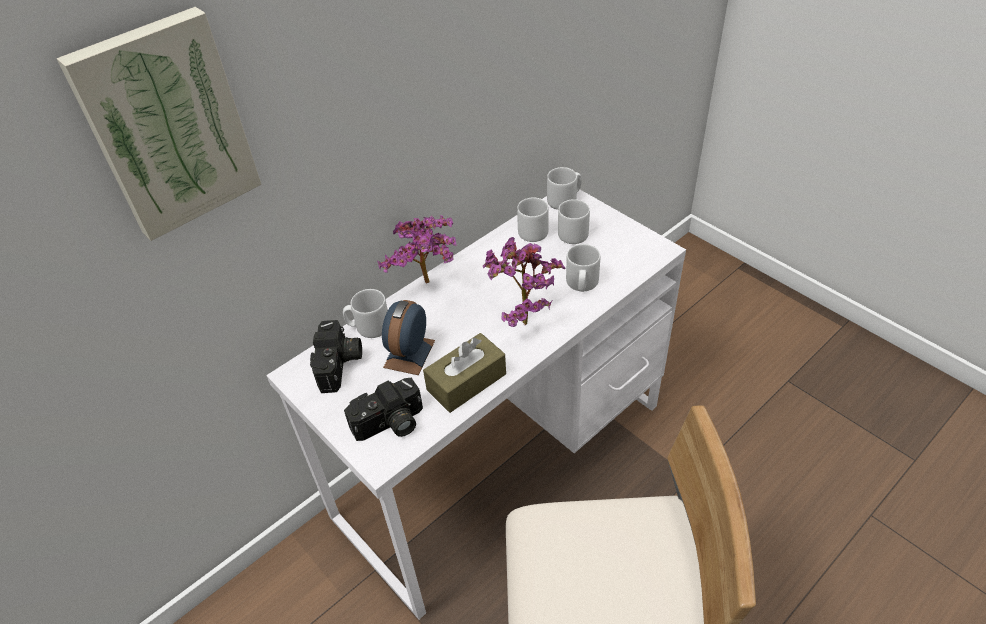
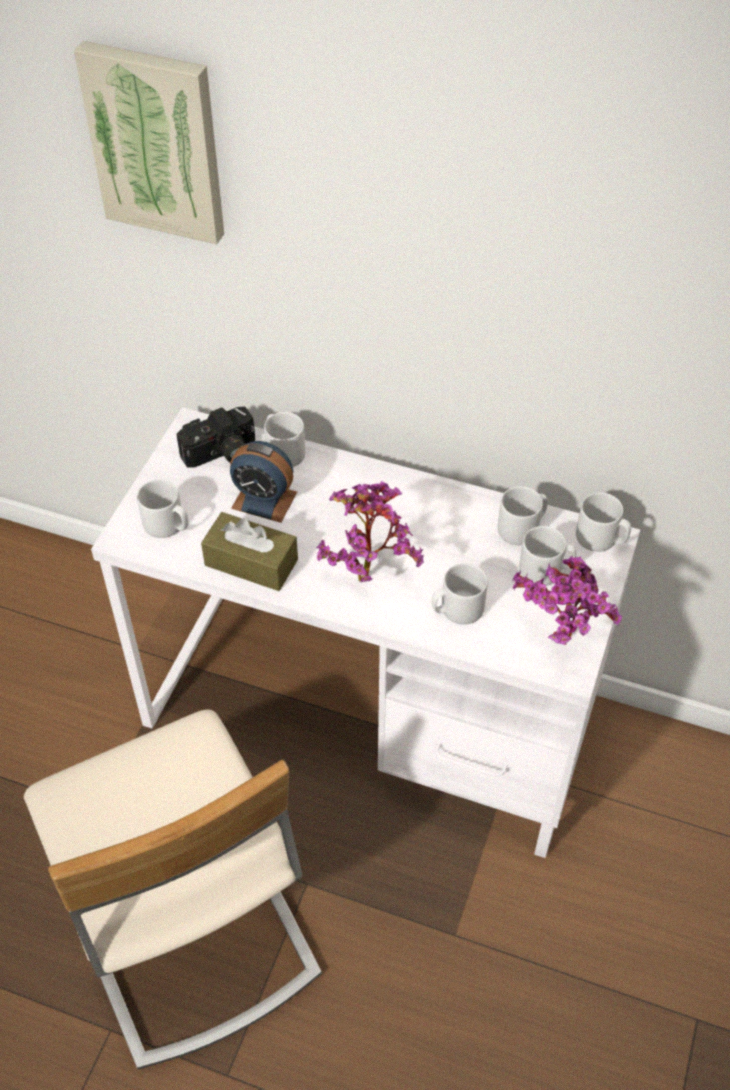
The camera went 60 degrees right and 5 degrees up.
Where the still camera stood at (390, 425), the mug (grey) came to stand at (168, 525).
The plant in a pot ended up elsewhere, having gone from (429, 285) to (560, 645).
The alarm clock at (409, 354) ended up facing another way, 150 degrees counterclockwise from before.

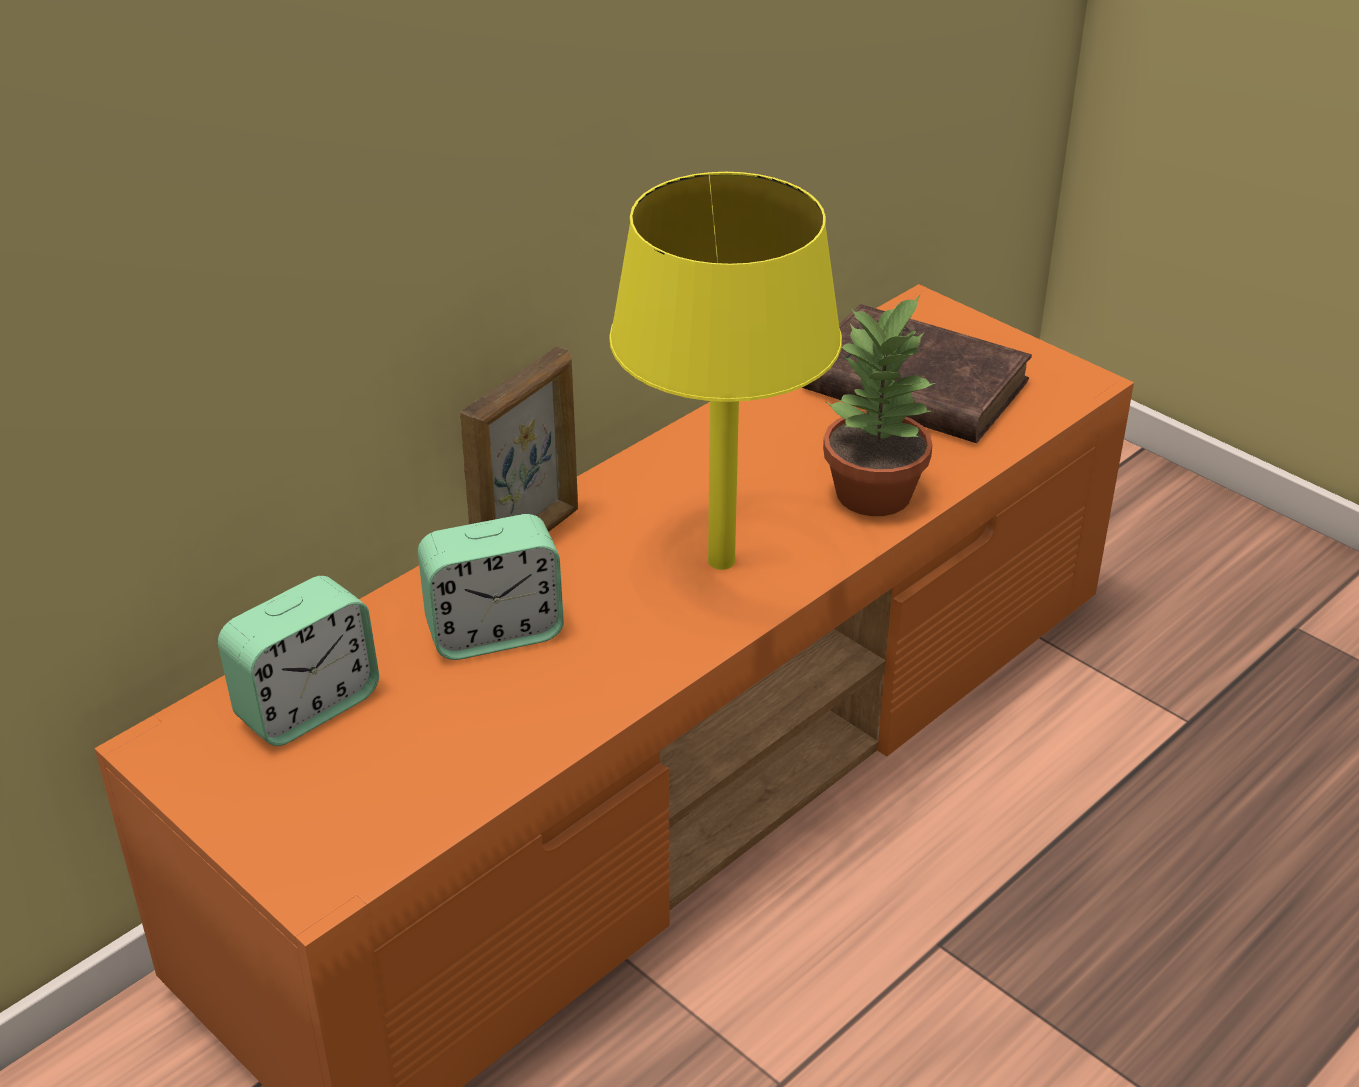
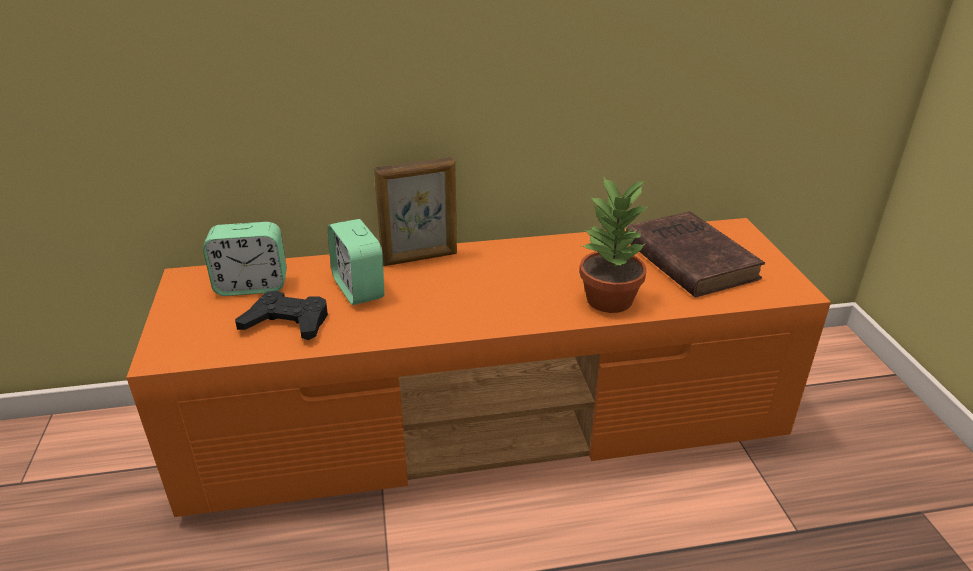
The camera went 35 degrees right and 5 degrees down.
The alarm clock at (494, 632) ended up facing another way, 45 degrees clockwise from before.
The second view lost the lamp for a table (yellowish) at (721, 562).
The second view gained the game controller (black-coloured) at (287, 322).

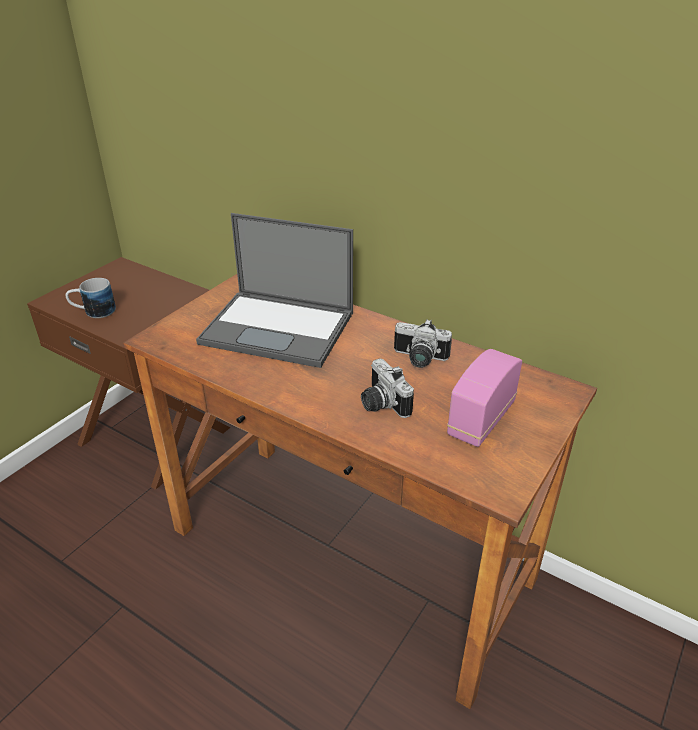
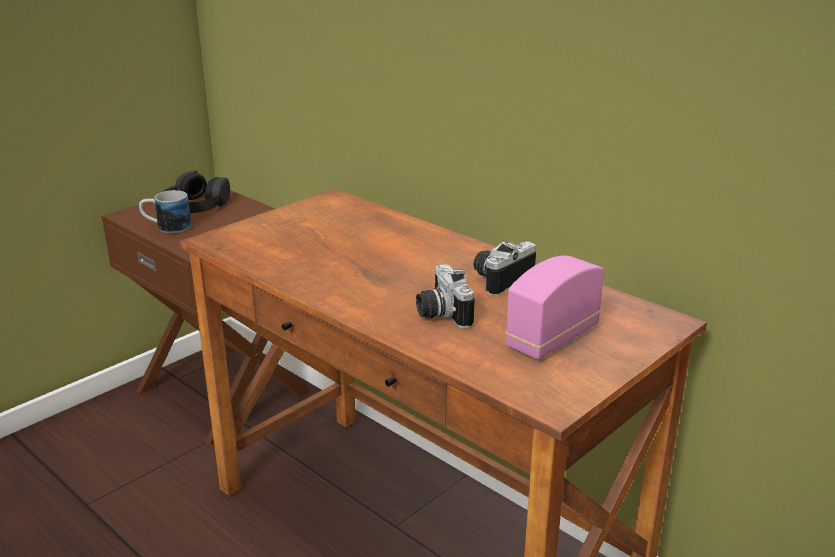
The camera went 10 degrees right and 10 degrees down.
The second view lost the notebook computer at (280, 328).
The still camera at (418, 359) ended up facing another way, 105 degrees clockwise from before.
The second view gained the headset (black-coloured) at (196, 205).

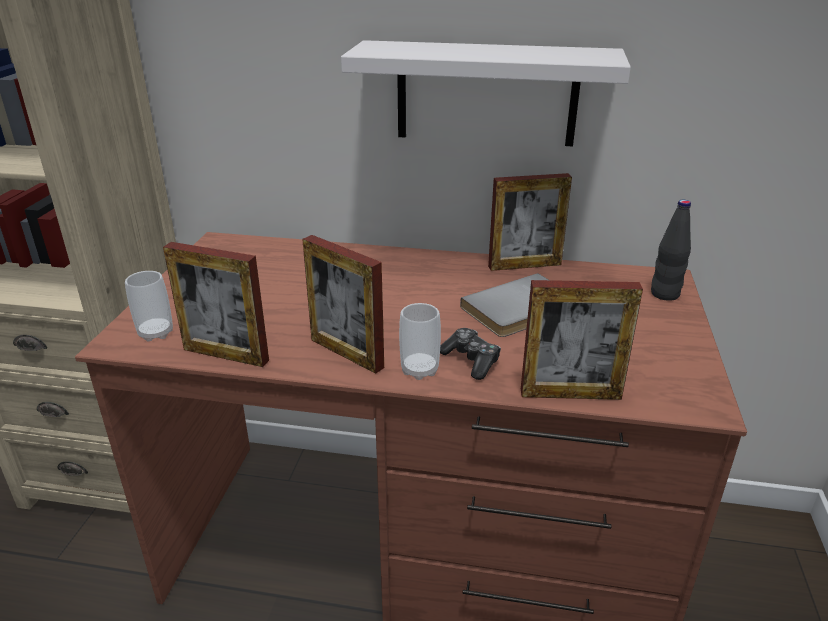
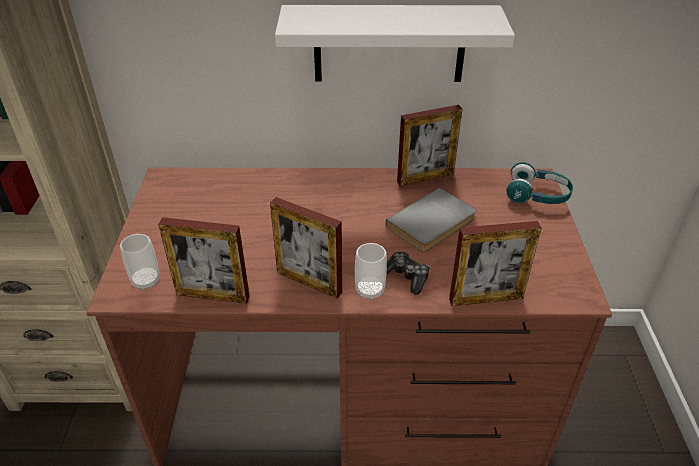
The camera went 10 degrees left and 10 degrees up.
Where the beverage bottle (black-coloured) stood at (664, 294), the headset (blue-green) came to stand at (537, 195).

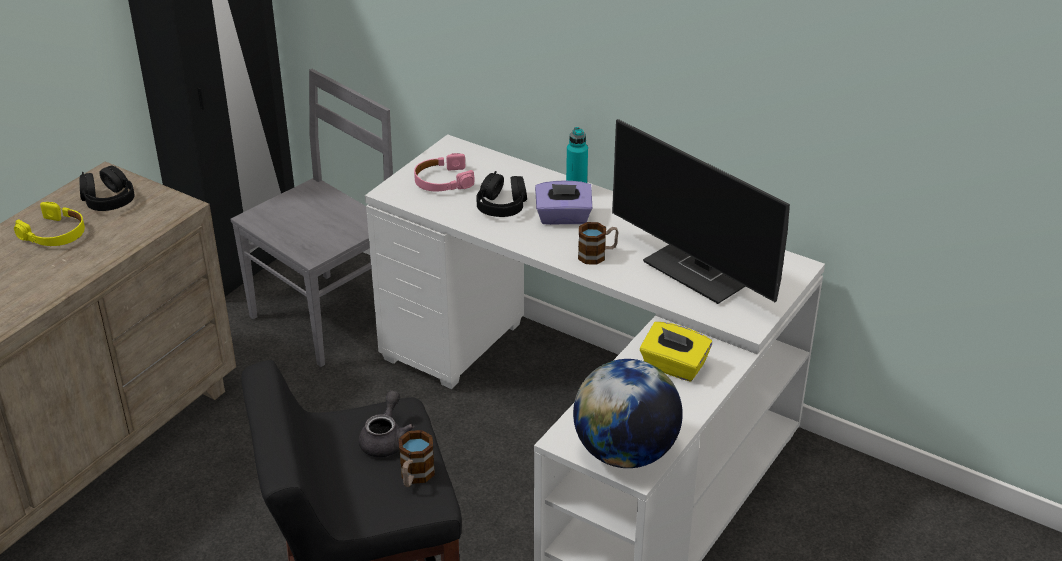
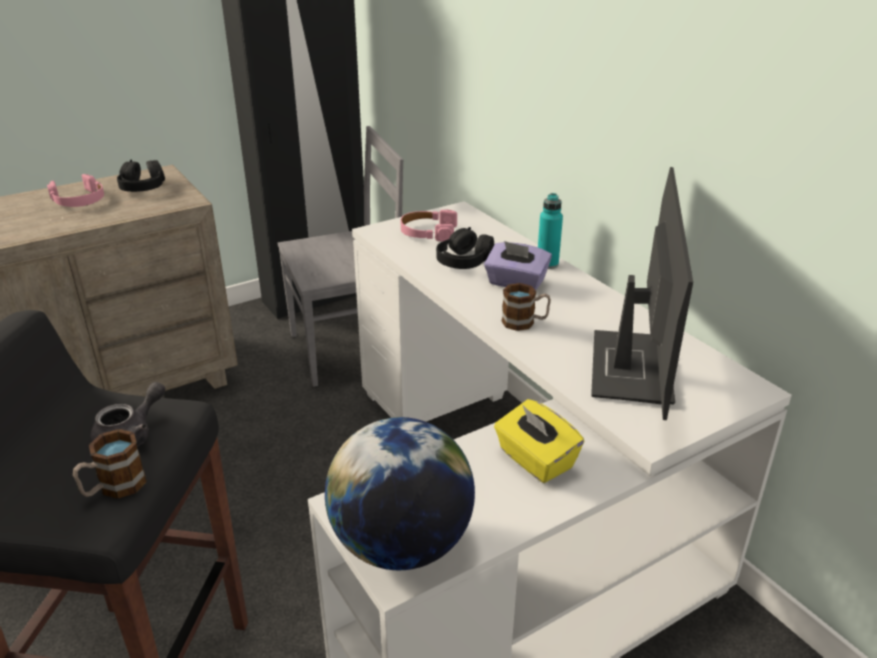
The camera went 25 degrees right and 5 degrees down.
What was the headset (yellowish) at (55, 234) turned into the headset (pink) at (79, 200).
The computer screen at (702, 272) ended up facing another way, 150 degrees counterclockwise from before.

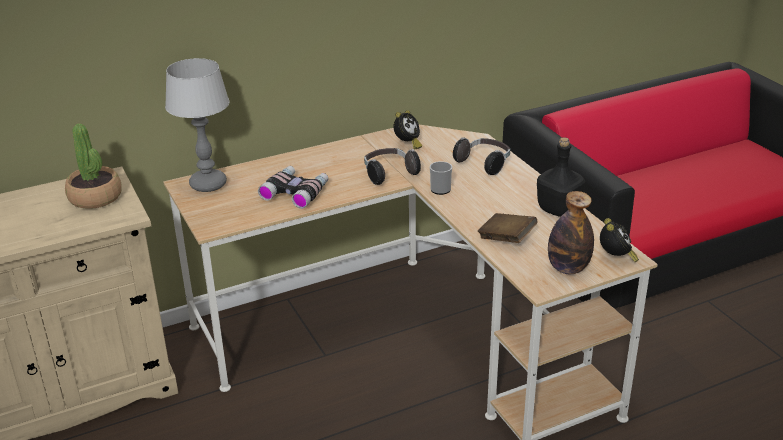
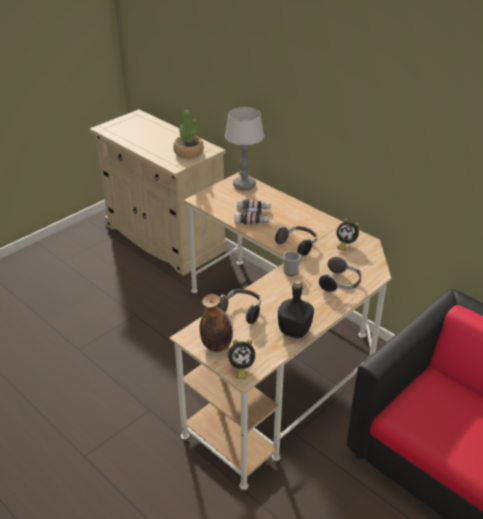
The camera went 70 degrees right and 5 degrees up.
Where the book (brown-coloured) stood at (506, 239), the headset came to stand at (241, 311).

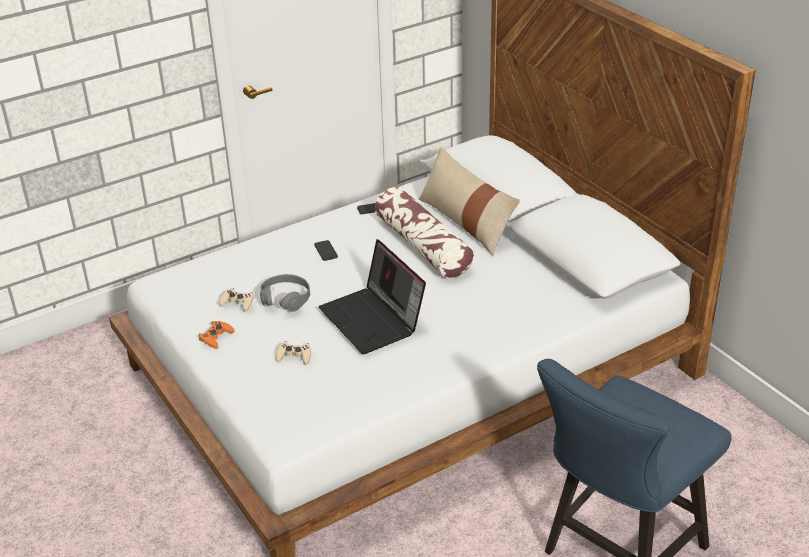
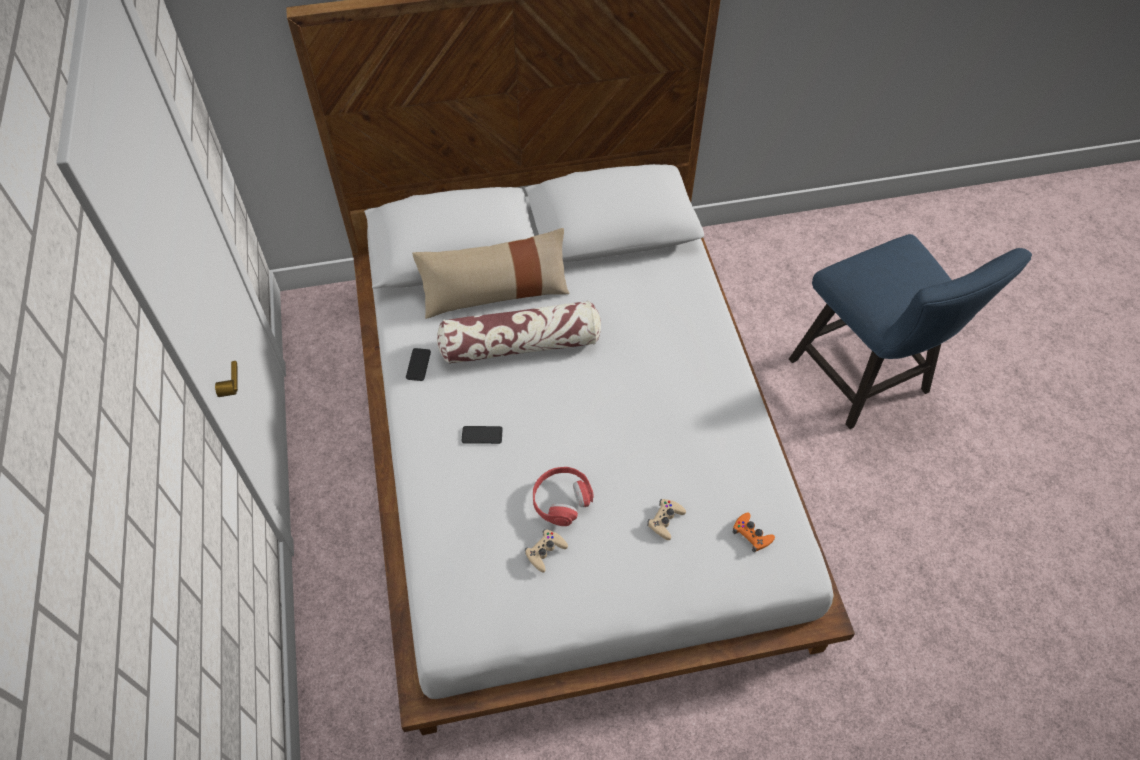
The camera went 70 degrees left and 20 degrees up.
The game controller (orange) ended up elsewhere, having gone from (216, 337) to (751, 534).
What was the headset (grey) at (286, 298) turned into the headset (red) at (561, 499).
The second view lost the notebook computer at (373, 320).

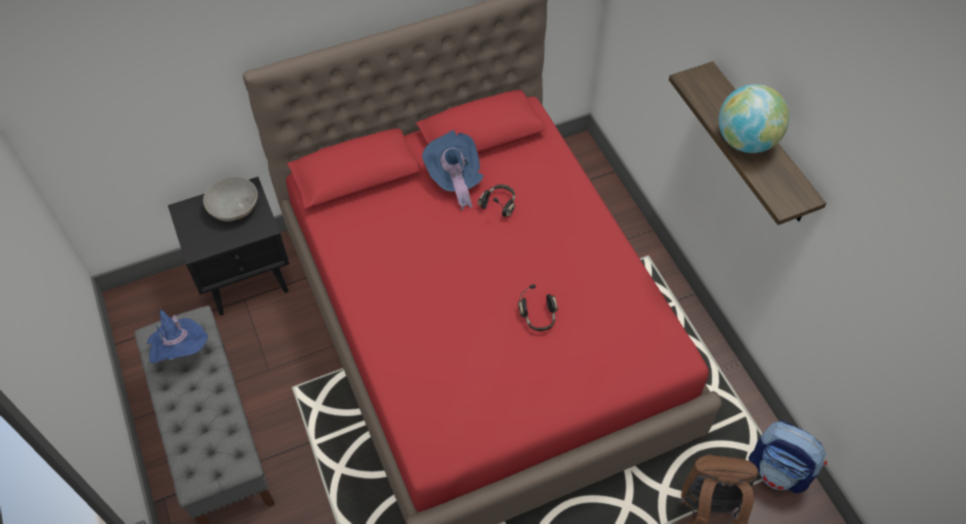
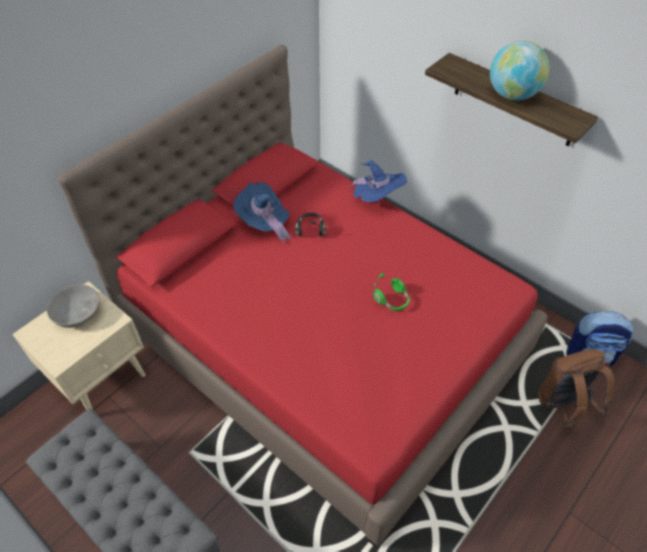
The camera went 25 degrees left and 5 degrees down.
The clothing hat (blue-coloured) ended up elsewhere, having gone from (181, 350) to (377, 198).
What was the night table (black-coloured) at (247, 278) turned into the night table (beige-coloured) at (103, 378).
What was the headset (black-coloured) at (538, 317) turned into the headset (green) at (392, 300).

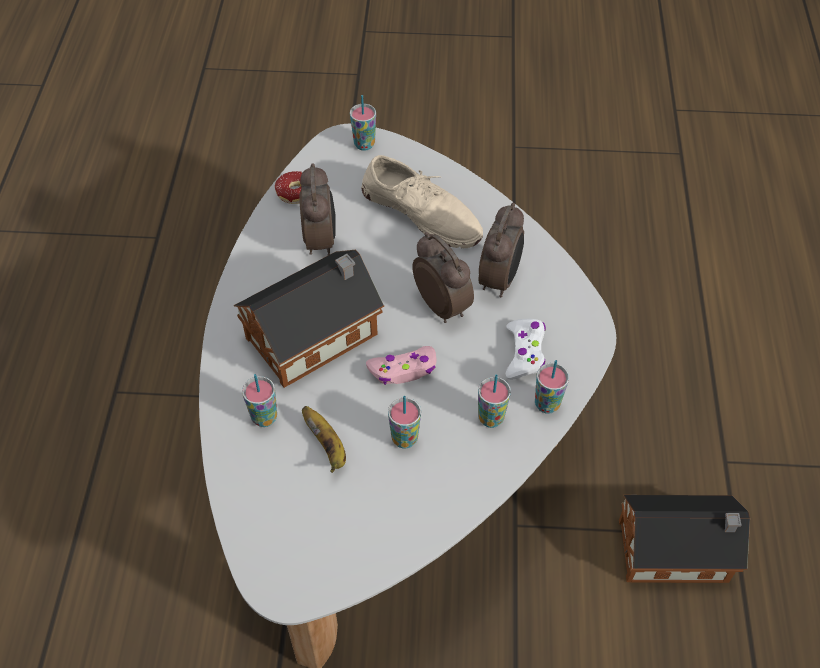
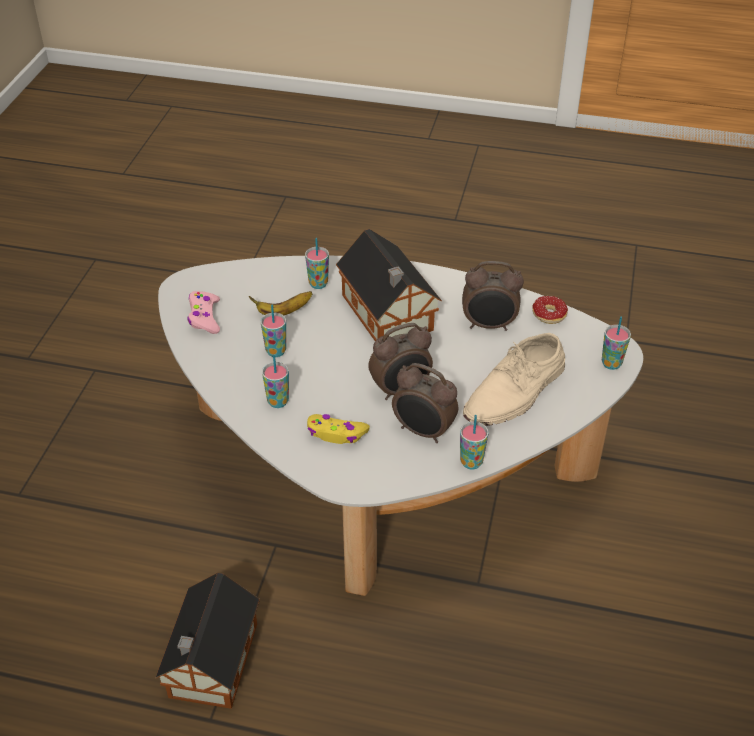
The camera went 100 degrees right and 10 degrees down.
The game controller (pink) ended up elsewhere, having gone from (403, 370) to (204, 317).
What was the game controller (white) at (524, 353) turned into the game controller (yellowish) at (336, 434).
The small cup ended up elsewhere, having gone from (547, 404) to (471, 462).

